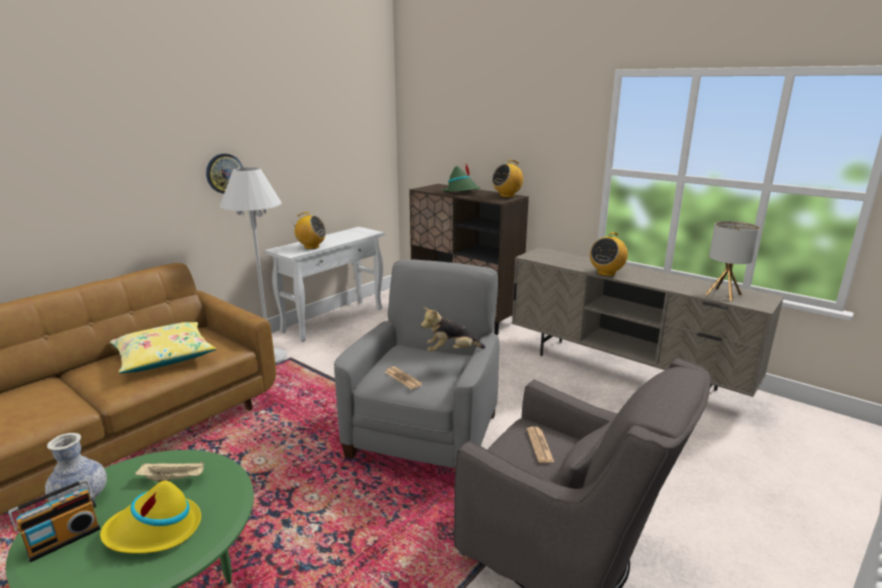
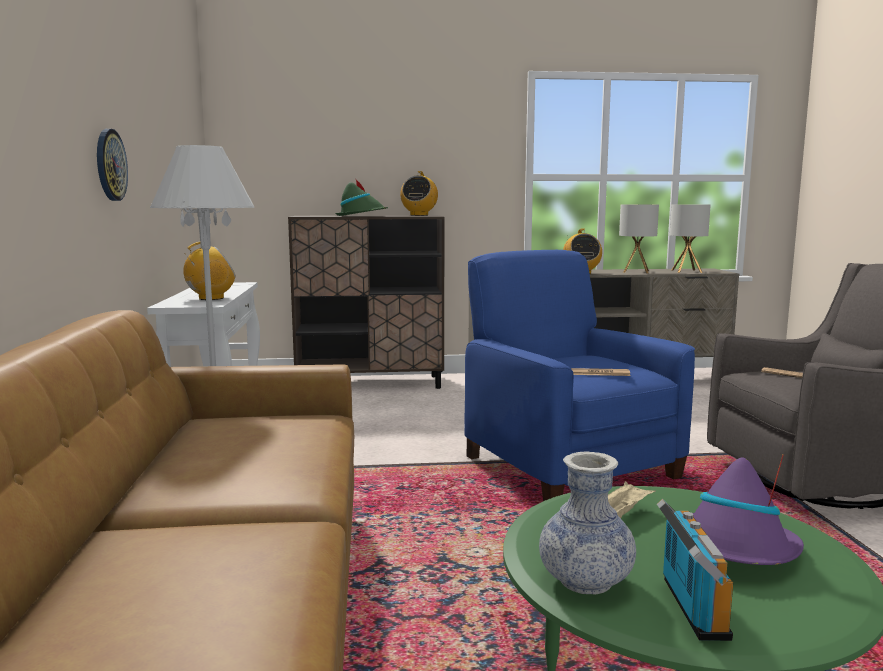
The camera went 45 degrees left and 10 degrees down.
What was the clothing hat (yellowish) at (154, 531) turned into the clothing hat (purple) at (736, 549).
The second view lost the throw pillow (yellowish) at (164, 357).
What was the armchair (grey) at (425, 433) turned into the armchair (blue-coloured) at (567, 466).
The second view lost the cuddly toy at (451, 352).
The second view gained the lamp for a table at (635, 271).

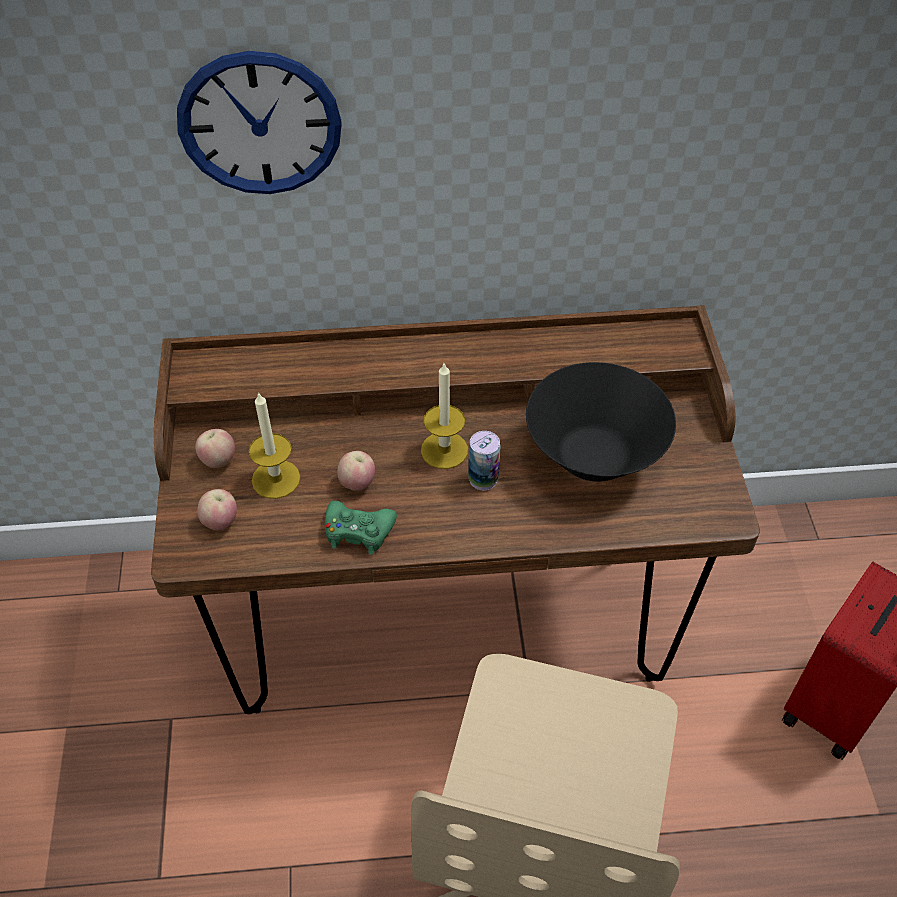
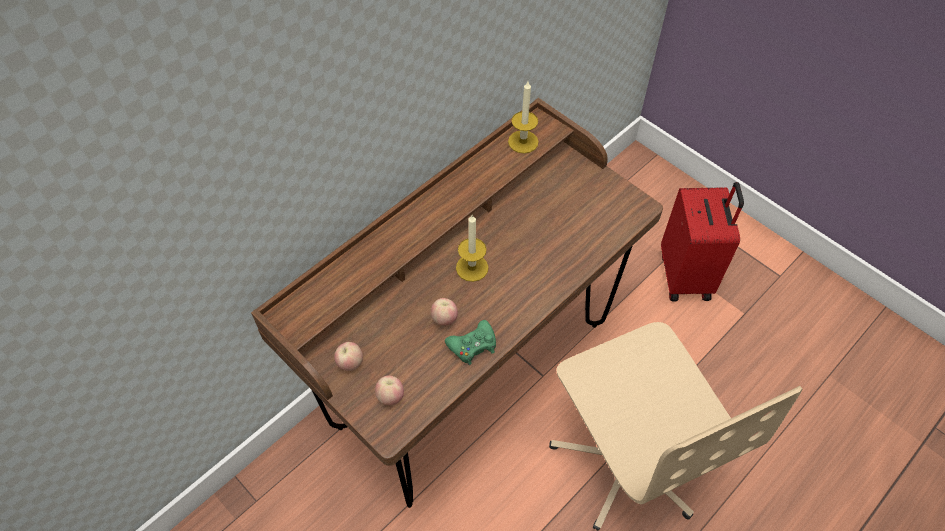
The camera went 40 degrees left and 5 degrees up.
The second view lost the hanging clock at (260, 124).
The wax candle ended up elsewhere, having gone from (276, 479) to (523, 142).
The second view lost the sealed can at (483, 479).
The second view lost the deep dish (black-coloured) at (593, 455).

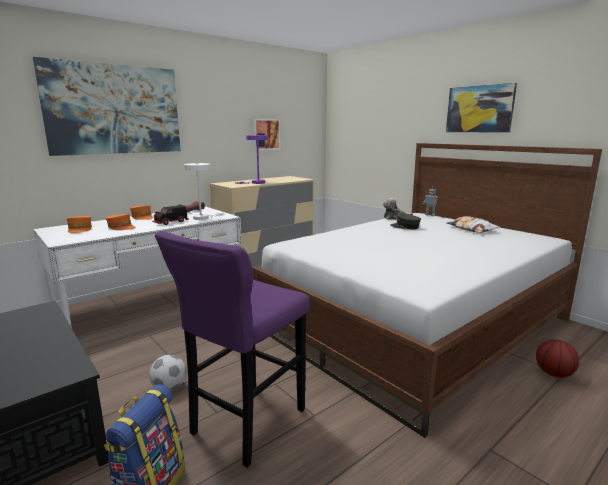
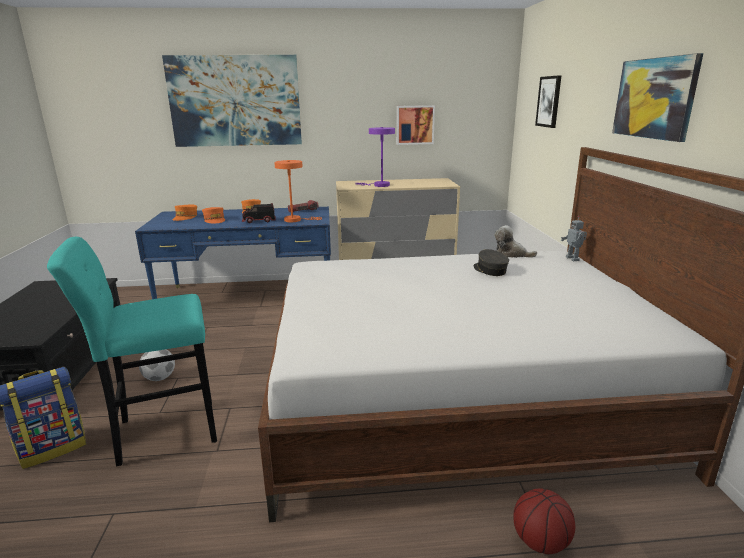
The camera went 35 degrees right and 5 degrees up.
What was the desk table (white) at (152, 301) turned into the desk table (blue-coloured) at (249, 296).
What was the sitting stool (purple) at (245, 425) turned into the sitting stool (blue-green) at (161, 432).
What was the lamp for a table (white) at (203, 218) turned into the lamp for a table (orange) at (295, 220).
The second view lost the throw pillow at (471, 229).
The second view gained the picture at (549, 101).

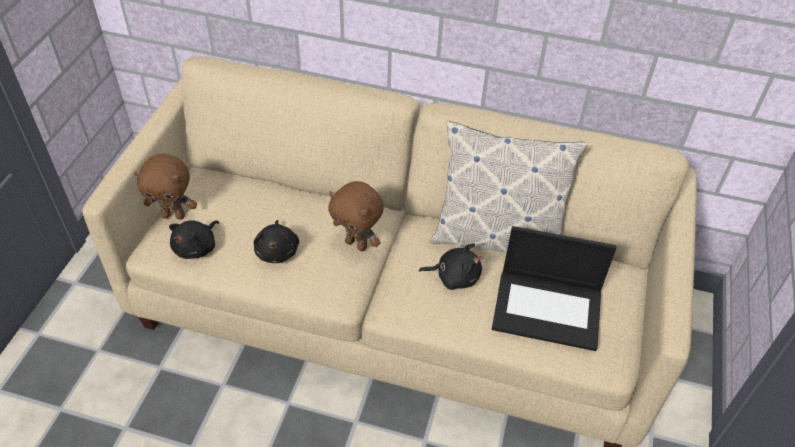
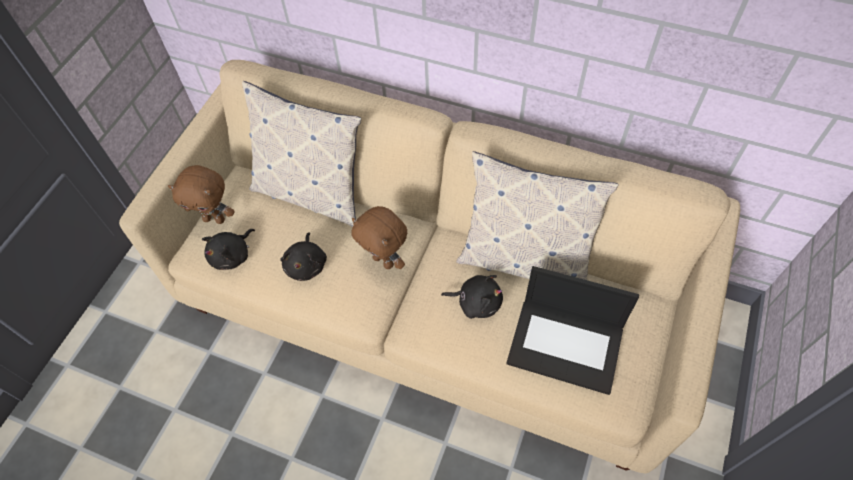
The camera went 10 degrees right and 10 degrees up.
The second view gained the throw pillow at (311, 193).

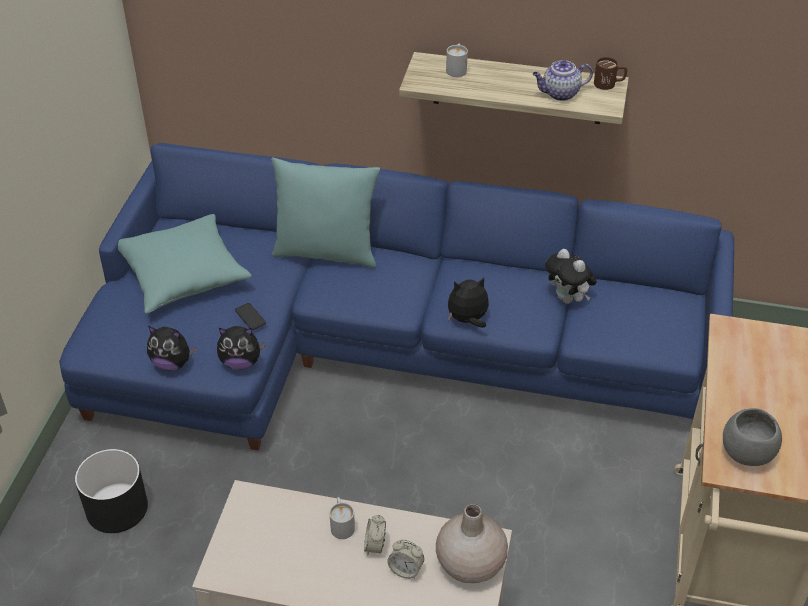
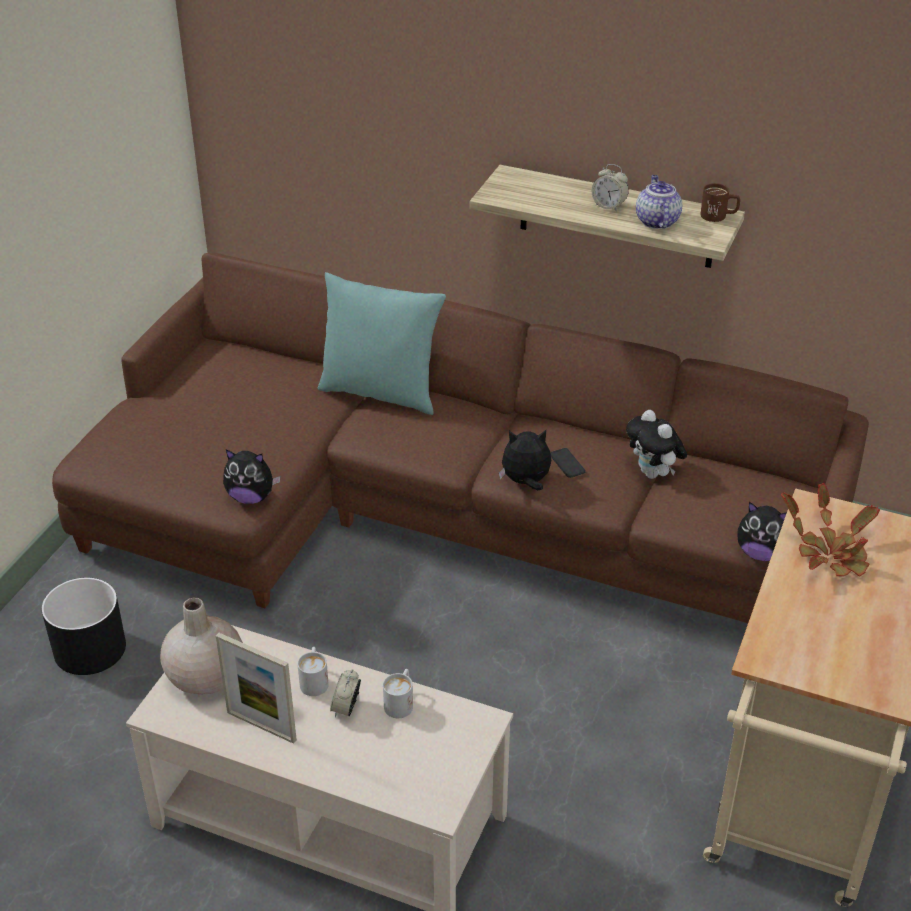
The camera went 10 degrees right and 5 degrees down.
What was the sofa (blue-coloured) at (376, 345) turned into the sofa (brown-coloured) at (431, 512).
The second view lost the throw pillow (blue-green) at (183, 275).
The cuddly toy ended up elsewhere, having gone from (172, 363) to (761, 553).
The phone ended up elsewhere, having gone from (250, 317) to (567, 463).
The alarm clock ended up elsewhere, having gone from (406, 570) to (609, 206).
The flower vase (beige-coloured) ended up elsewhere, having gone from (469, 563) to (205, 676).
The mug (white) ended up elsewhere, having gone from (457, 68) to (400, 702).
The tea pot at (560, 94) ended up facing another way, 90 degrees clockwise from before.
The second view lost the deep dish (grey) at (746, 454).
The second view gained the photo frame at (261, 726).
The second view gained the plant in a pot at (830, 552).

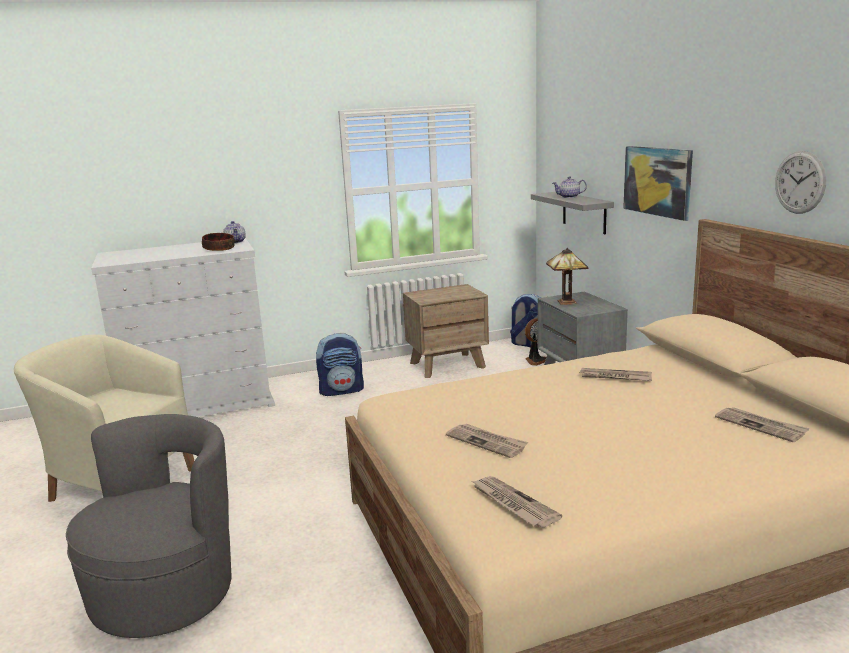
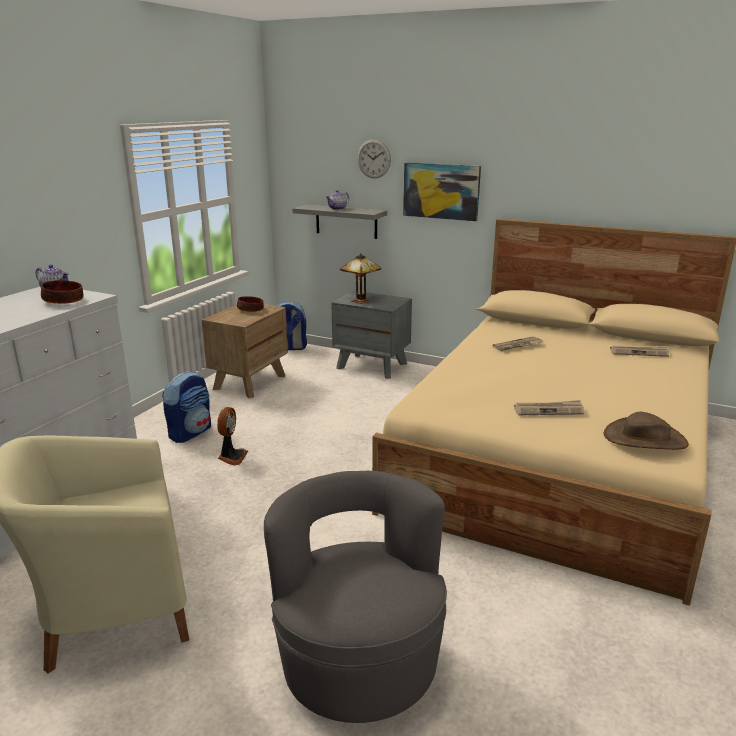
The camera went 45 degrees left and 5 degrees up.
Where the printed paper stood at (513, 504), the clothing hat (brown-coloured) came to stand at (645, 439).
The electric fan ended up elsewhere, having gone from (536, 360) to (232, 457).
The hanging clock ended up elsewhere, having gone from (800, 182) to (374, 159).
The second view gained the deep dish at (251, 310).

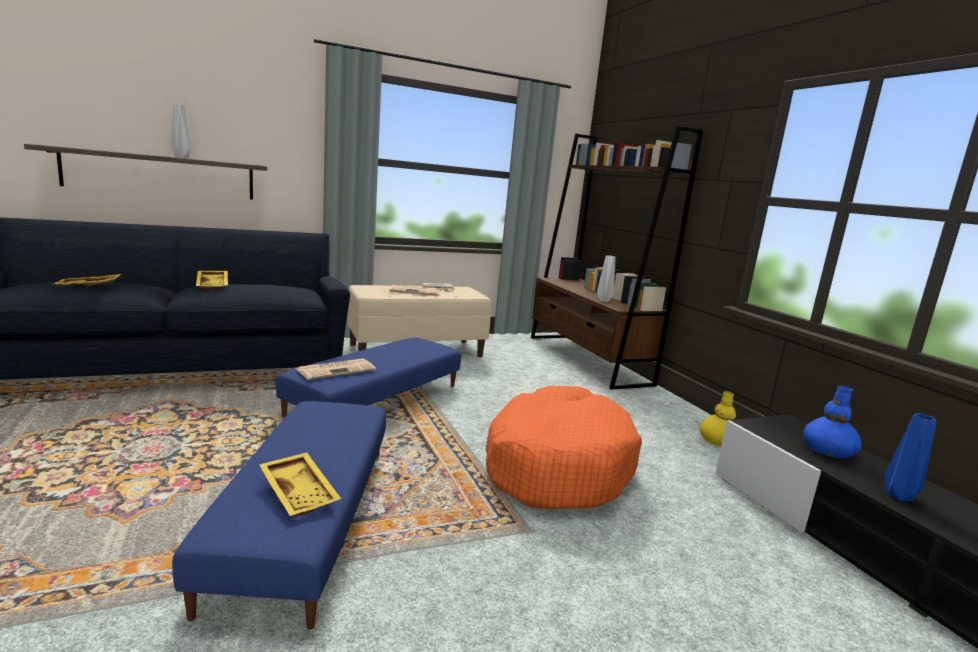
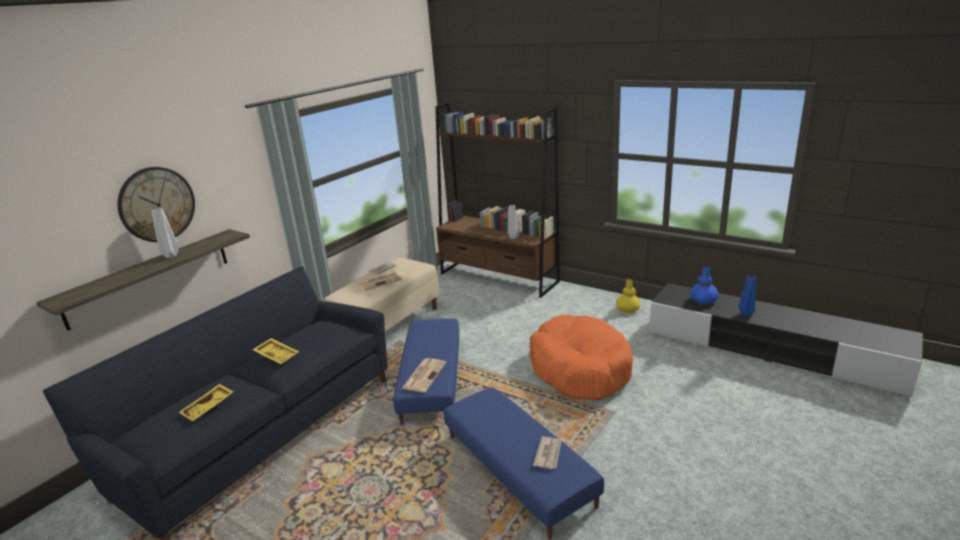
The camera went 30 degrees left and 10 degrees up.
Where the tray (yellowish) stood at (300, 492), the printed paper came to stand at (548, 454).
The second view gained the hanging clock at (157, 204).

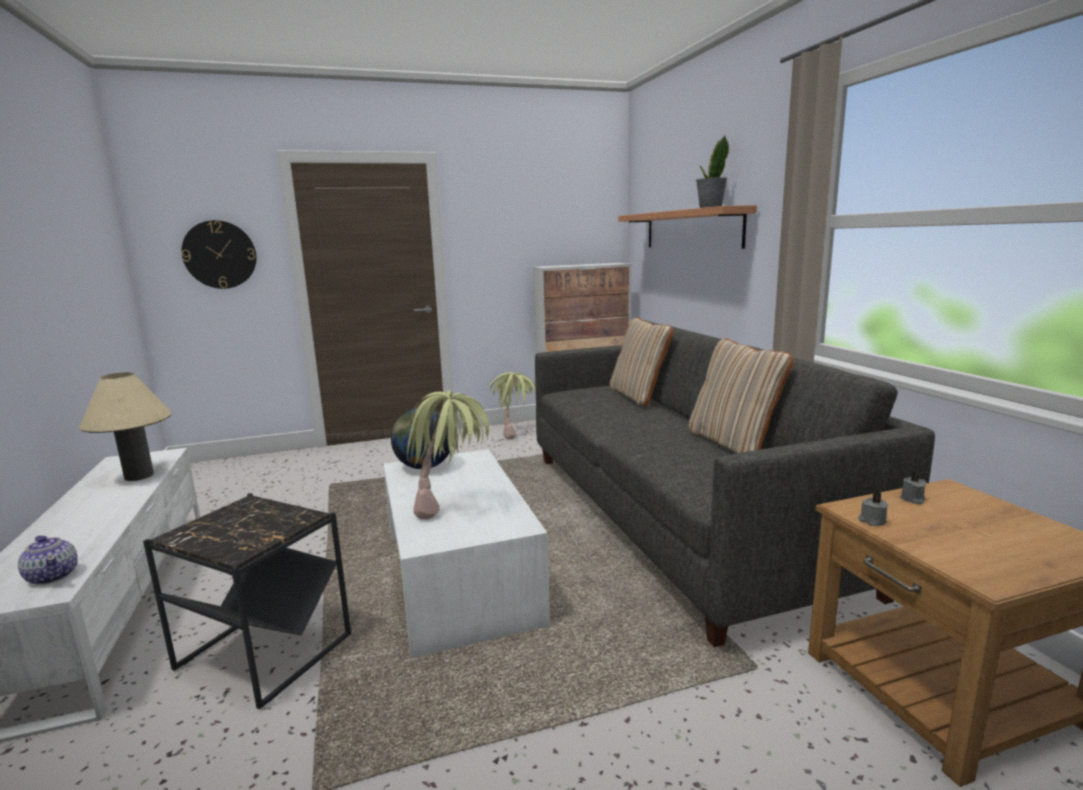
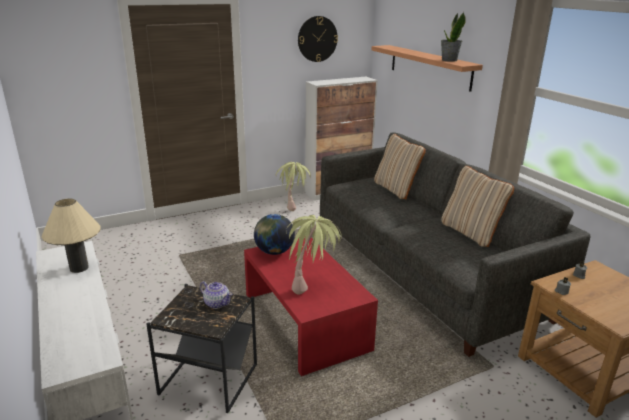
The camera went 10 degrees left and 10 degrees up.
The tea pot ended up elsewhere, having gone from (53, 576) to (217, 303).
The hanging clock ended up elsewhere, having gone from (220, 254) to (317, 39).
What was the low table (white) at (460, 576) turned into the low table (red) at (306, 321).

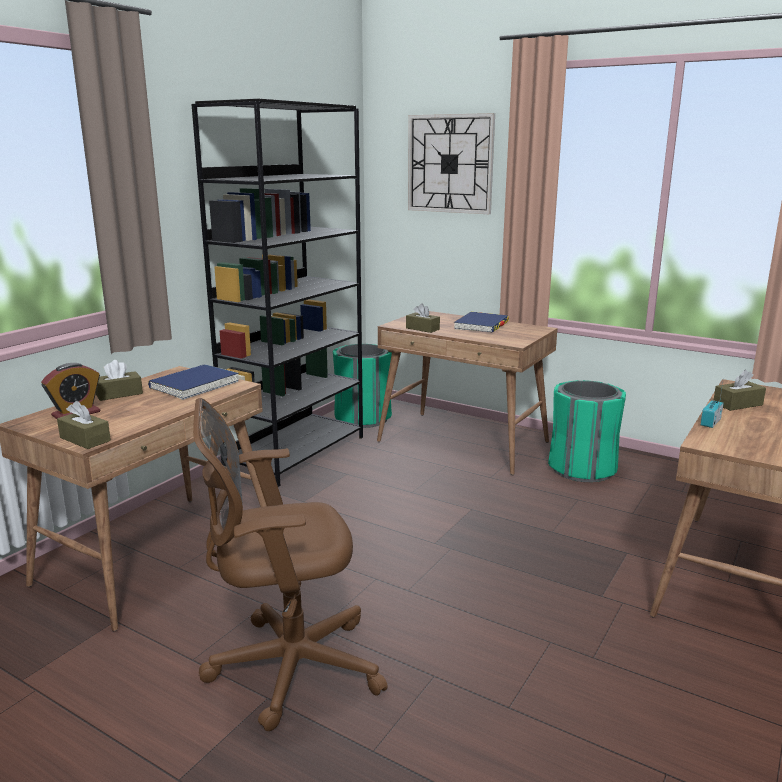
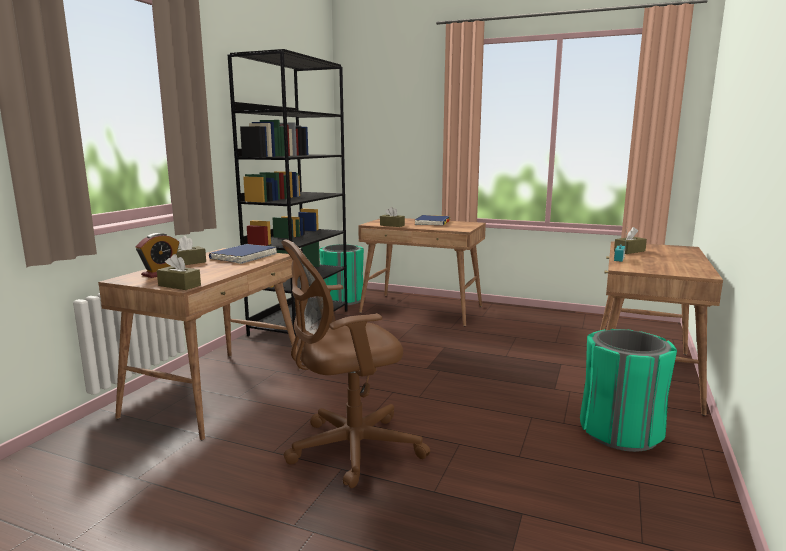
The camera went 10 degrees left and 5 degrees down.
The second view lost the hanging clock at (450, 164).
The waste bin (green) ended up elsewhere, having gone from (582, 469) to (620, 432).

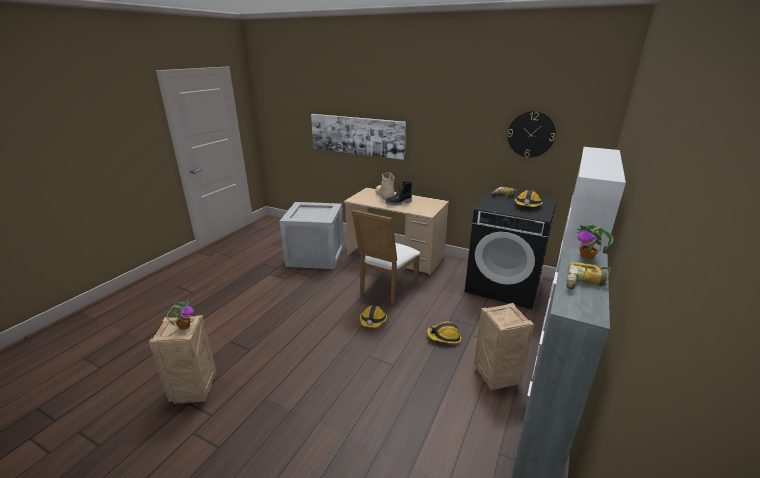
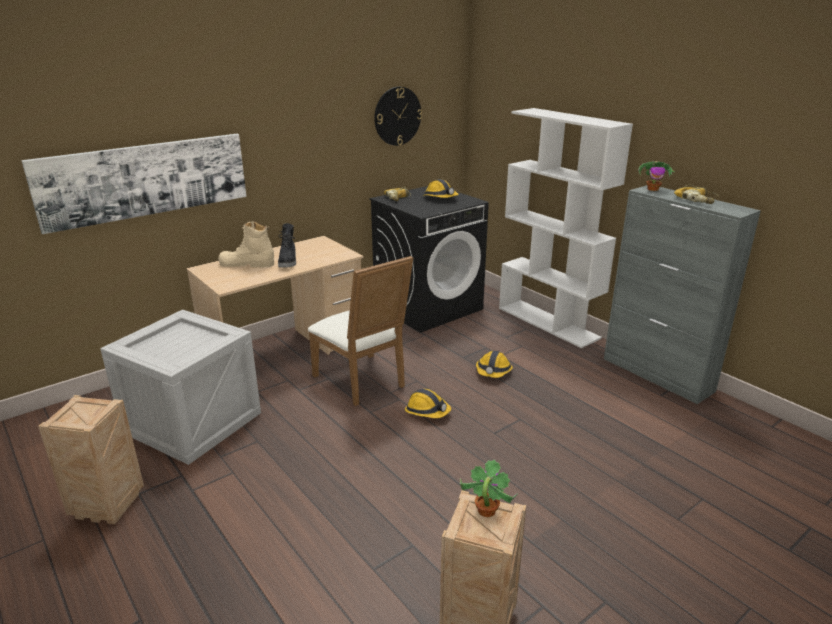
The camera went 65 degrees left and 0 degrees up.
The shipping crate ended up elsewhere, having gone from (497, 377) to (110, 505).

